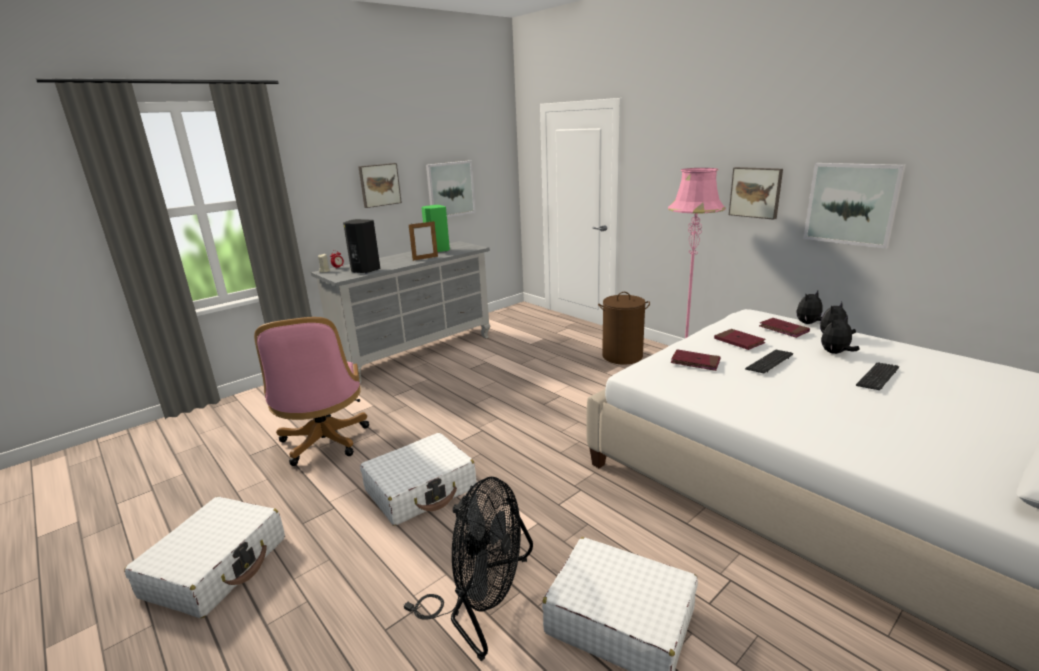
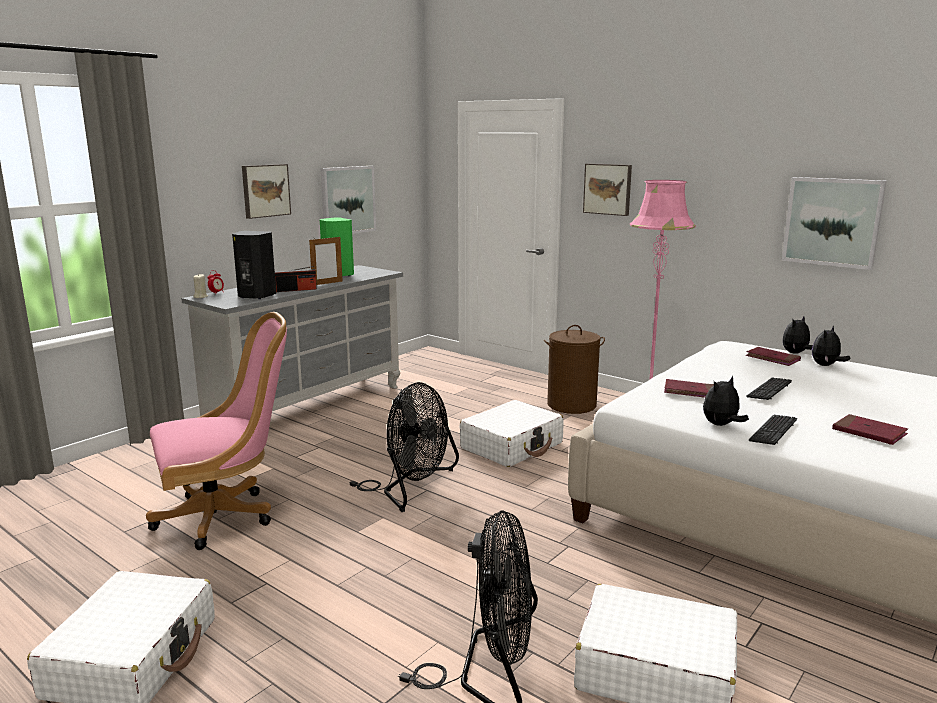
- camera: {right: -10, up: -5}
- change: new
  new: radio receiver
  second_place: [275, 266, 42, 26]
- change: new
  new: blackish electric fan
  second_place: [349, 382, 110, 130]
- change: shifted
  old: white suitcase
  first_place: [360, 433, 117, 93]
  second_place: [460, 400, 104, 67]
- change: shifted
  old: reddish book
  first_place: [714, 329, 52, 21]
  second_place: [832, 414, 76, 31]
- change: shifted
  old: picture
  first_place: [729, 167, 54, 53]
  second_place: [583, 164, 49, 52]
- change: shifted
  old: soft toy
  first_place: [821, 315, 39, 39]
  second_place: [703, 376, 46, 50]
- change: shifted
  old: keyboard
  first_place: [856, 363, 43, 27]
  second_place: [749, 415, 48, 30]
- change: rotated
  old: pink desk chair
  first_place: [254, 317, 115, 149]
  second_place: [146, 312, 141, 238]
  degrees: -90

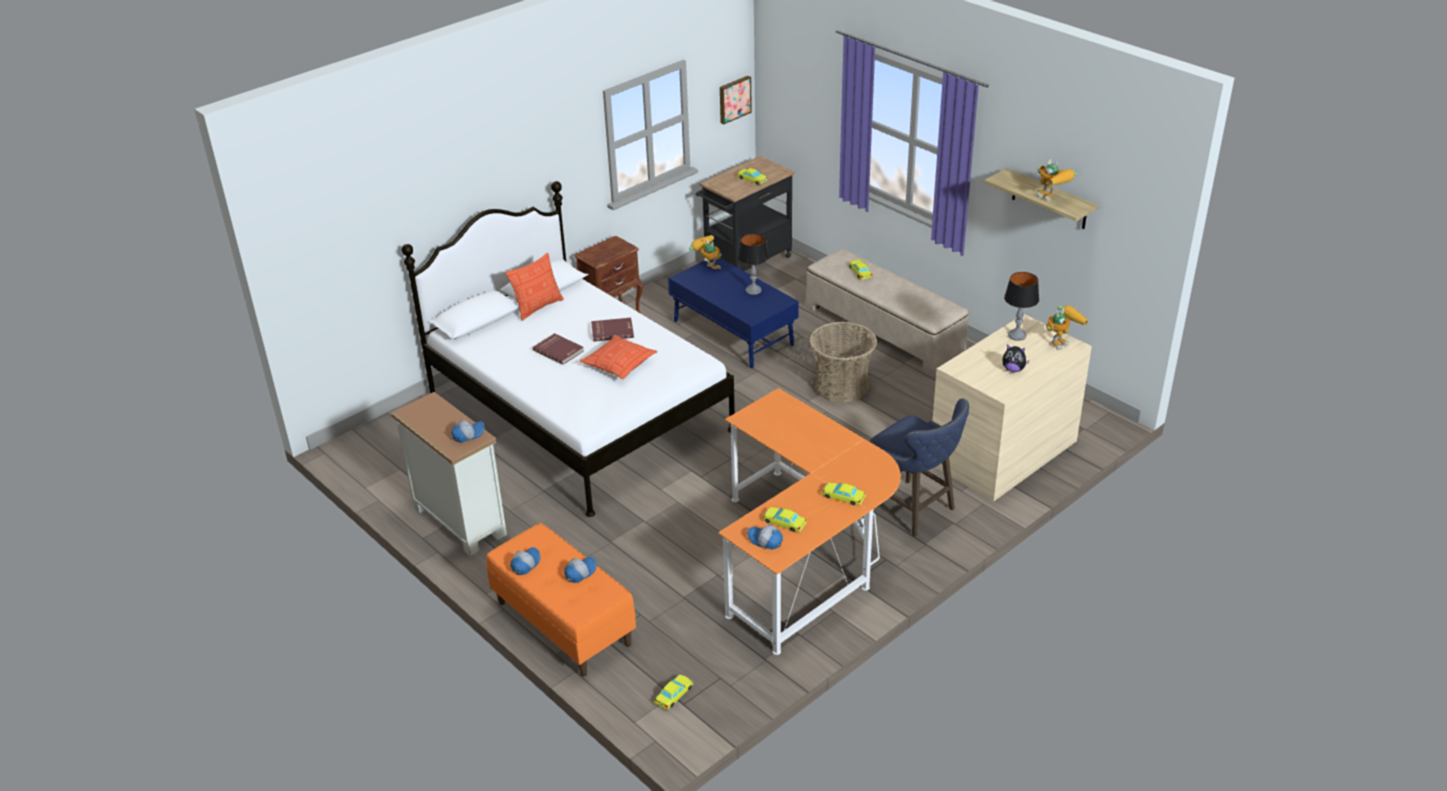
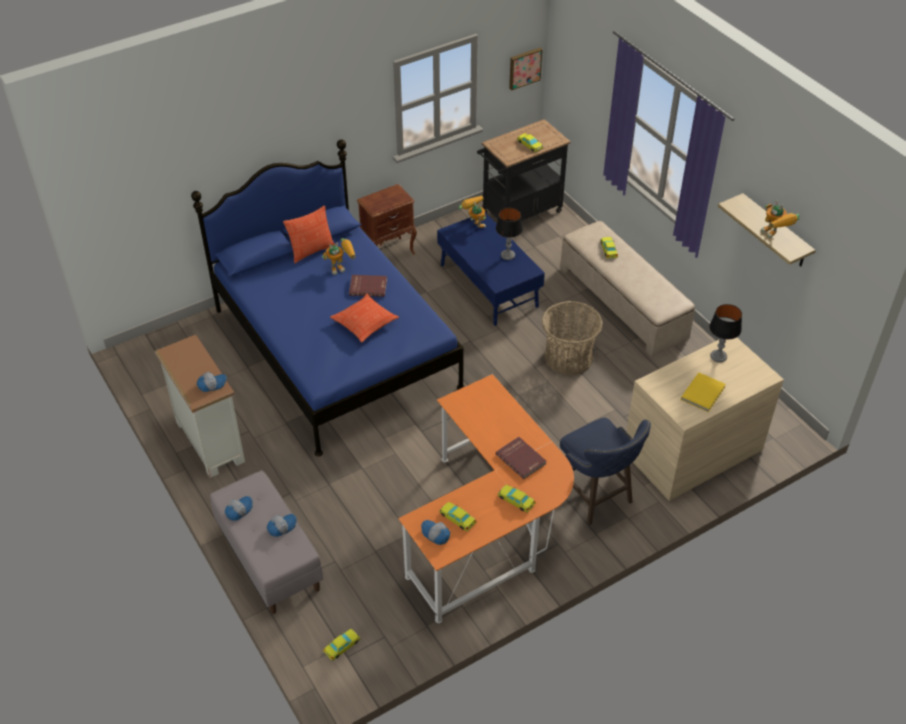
- camera: {right: 10, up: 10}
- change: shifted
  old: reddish book
  first_place: [533, 333, 51, 32]
  second_place: [496, 437, 50, 42]
- change: shifted
  old: model robot
  first_place: [1046, 305, 43, 45]
  second_place: [322, 238, 34, 37]
- change: swapped
  old: soft toy
  new: yellow-coloured book
  first_place: [1002, 345, 27, 27]
  second_place: [681, 373, 45, 39]
- change: repainted
  old: white bed
  new: bluish bed
  first_place: [402, 181, 333, 336]
  second_place: [191, 140, 274, 316]
- change: repainted
  old: orange long seat
  new: greyish long seat
  first_place: [486, 523, 150, 154]
  second_place: [210, 470, 113, 144]

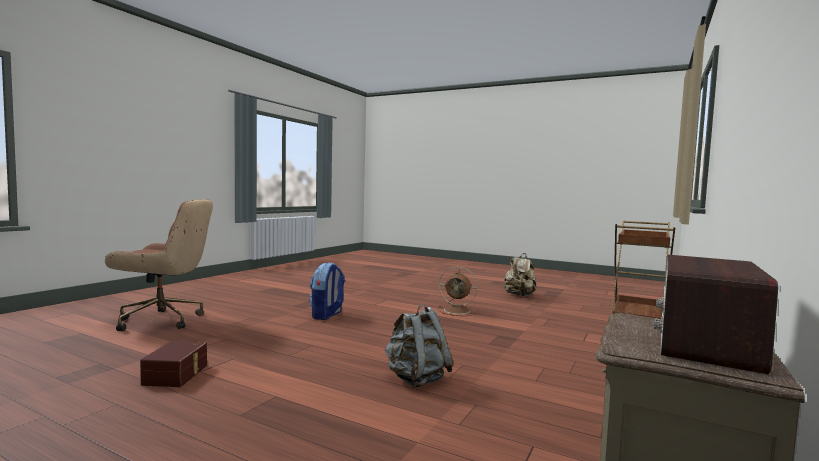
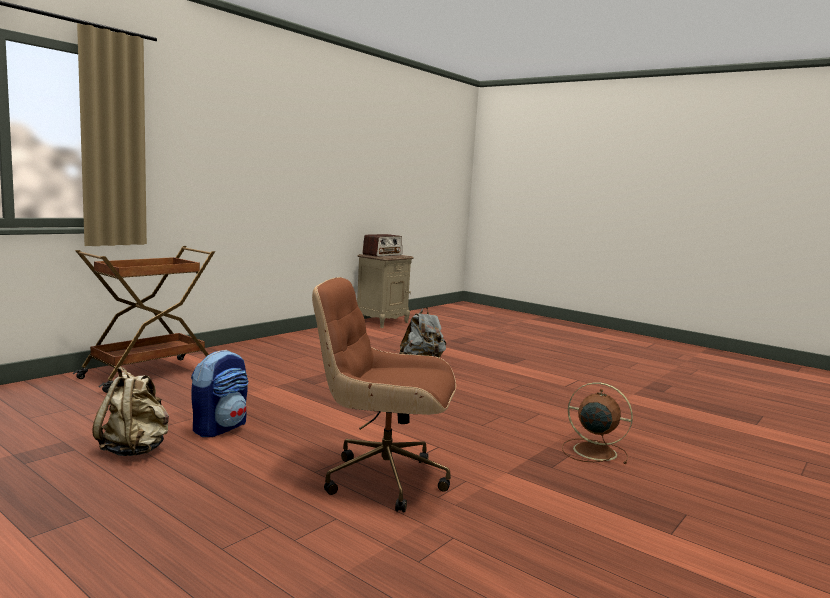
- camera: {right: -170, up: 5}
- change: gone
  old: brown storage box
  first_place: [140, 341, 67, 46]
- change: shifted
  old: brown desk chair
  first_place: [105, 199, 108, 132]
  second_place: [312, 277, 144, 235]
- change: shifted
  old: backpack
  first_place: [309, 263, 36, 57]
  second_place: [191, 350, 57, 87]
- change: shifted
  old: brown electric fan
  first_place: [438, 267, 40, 49]
  second_place: [562, 382, 71, 82]

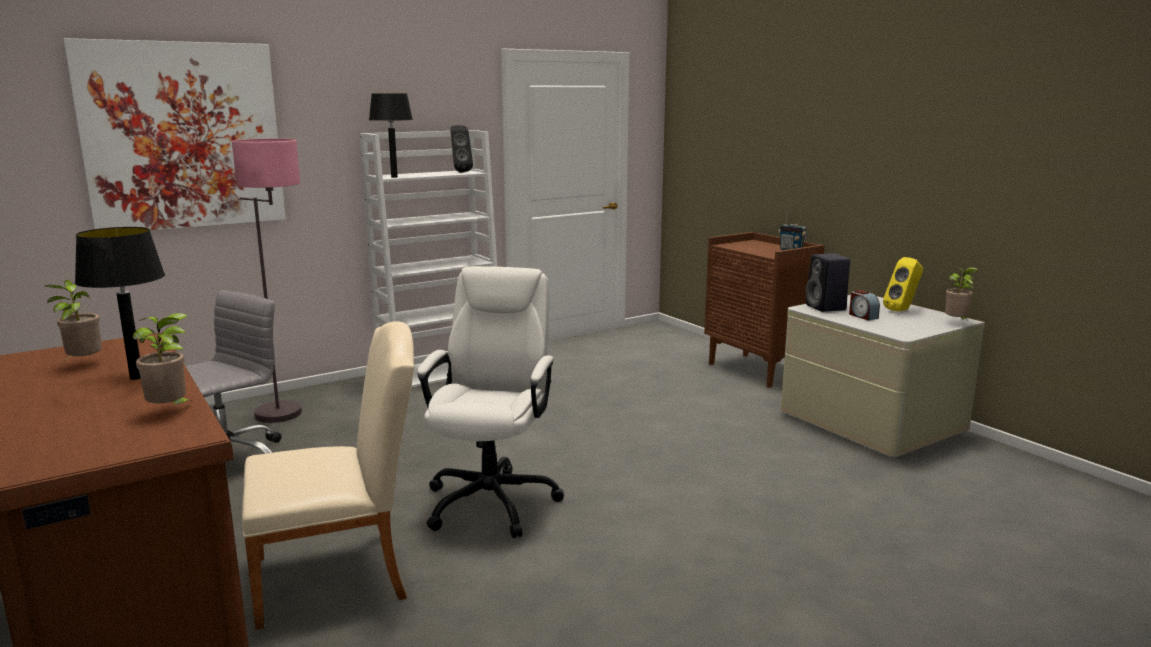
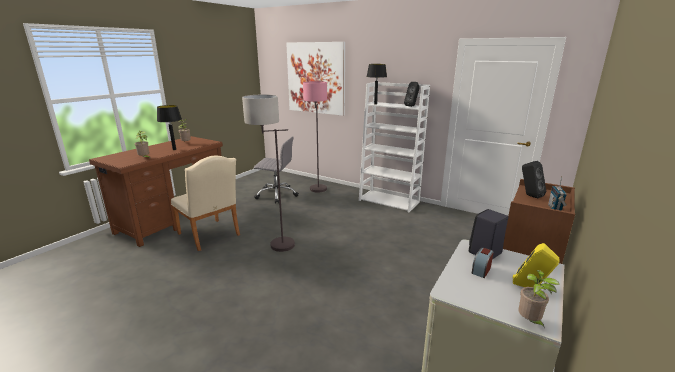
- camera: {right: 65, up: 5}
- change: new
  new: blackish audio speaker
  second_place: [522, 161, 24, 37]
- change: swapped
  old: white desk chair
  new: greyish standing lamp
  first_place: [417, 266, 147, 272]
  second_place: [242, 95, 53, 157]

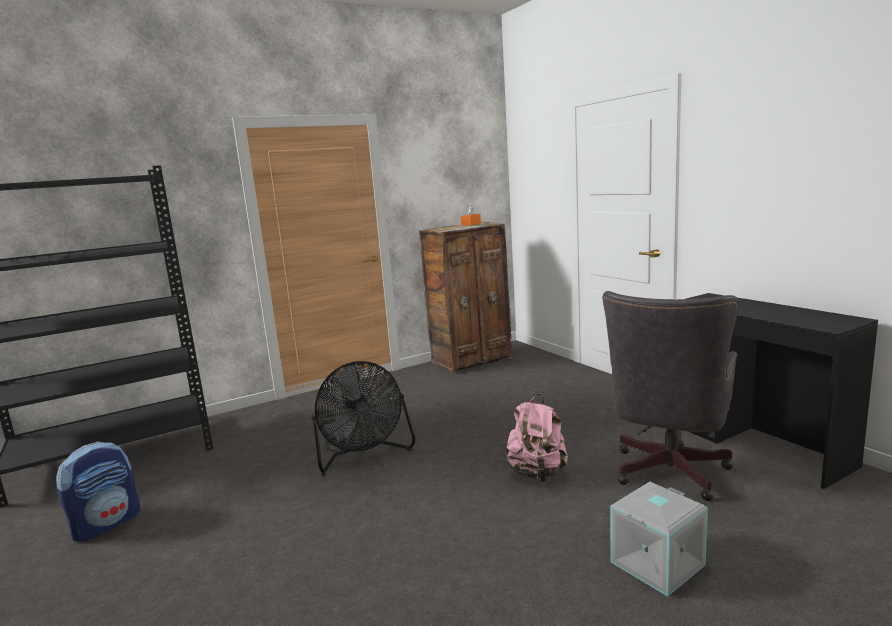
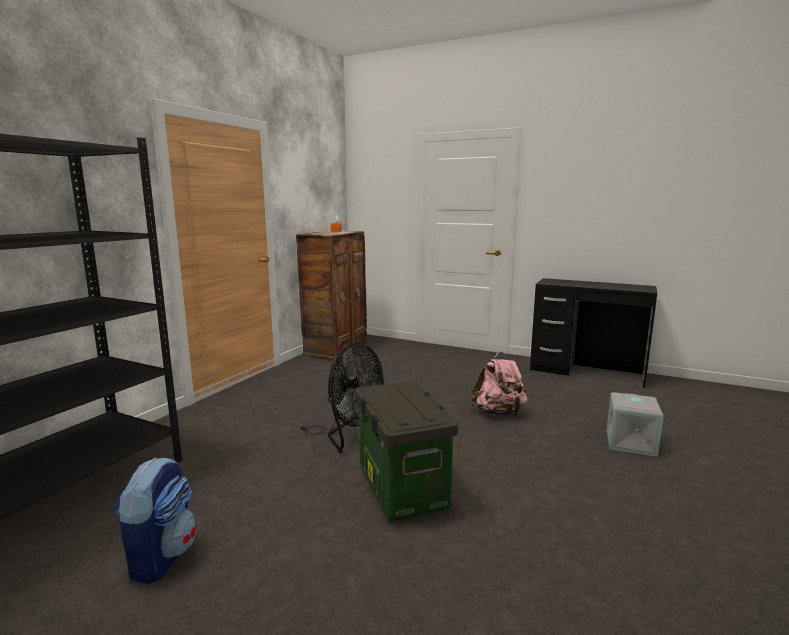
- camera: {right: -35, up: 0}
- change: gone
  old: greyish desk chair
  first_place: [603, 291, 136, 210]
- change: new
  new: storage box
  second_place: [355, 381, 103, 140]

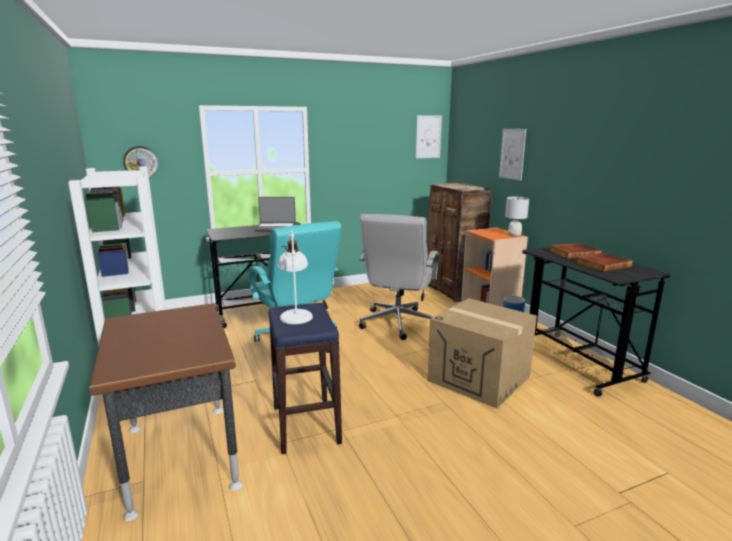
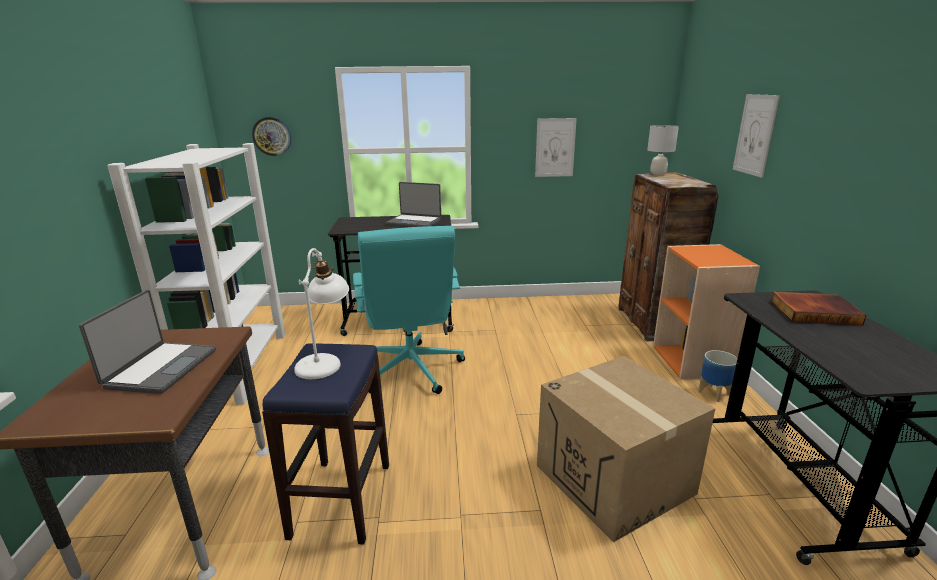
- camera: {right: 20, up: 5}
- change: gone
  old: greyish desk chair
  first_place: [359, 214, 80, 126]
- change: gone
  old: book
  first_place: [575, 252, 58, 20]
- change: new
  new: notebook computer
  second_place: [79, 290, 137, 104]
- change: shifted
  old: picture
  first_place: [416, 115, 26, 43]
  second_place: [535, 118, 42, 59]
- change: shifted
  old: greyish lamp for a table
  first_place: [505, 197, 24, 40]
  second_place: [647, 125, 32, 50]

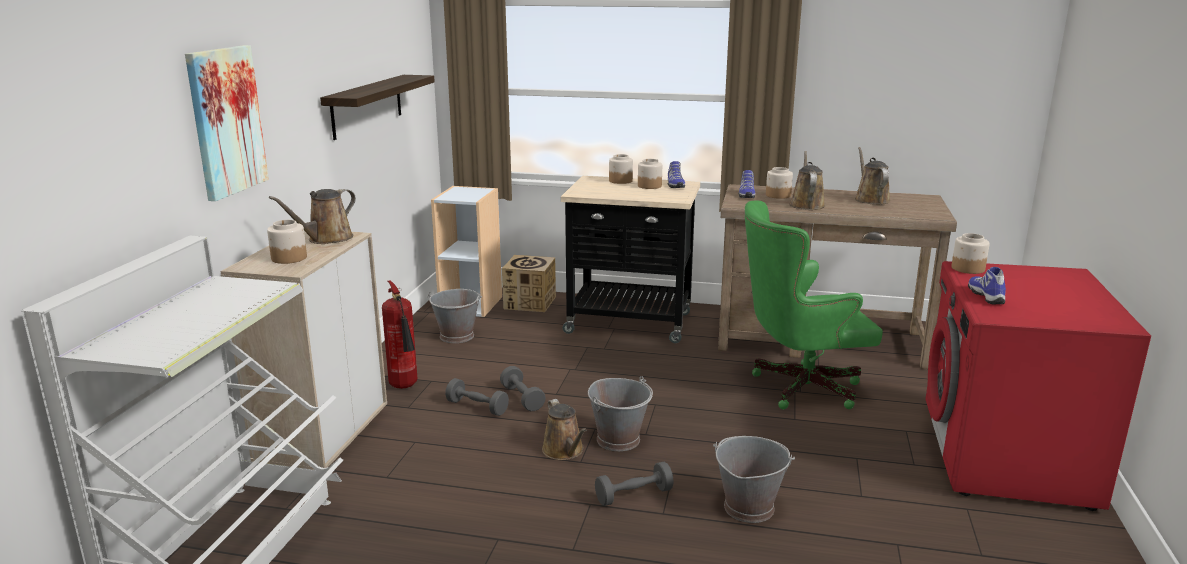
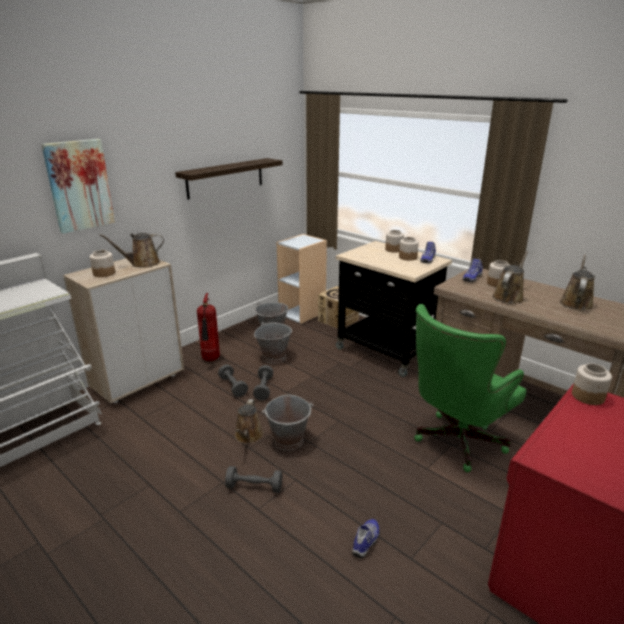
- camera: {right: 30, up: 5}
- change: shifted
  old: greyish bucket
  first_place: [713, 436, 82, 87]
  second_place: [254, 322, 38, 42]
- change: shifted
  old: low shoe
  first_place: [968, 267, 38, 38]
  second_place: [352, 519, 28, 39]
- change: rotated
  old: greenish desk chair
  first_place: [745, 201, 138, 208]
  second_place: [414, 304, 112, 168]
  degrees: -60

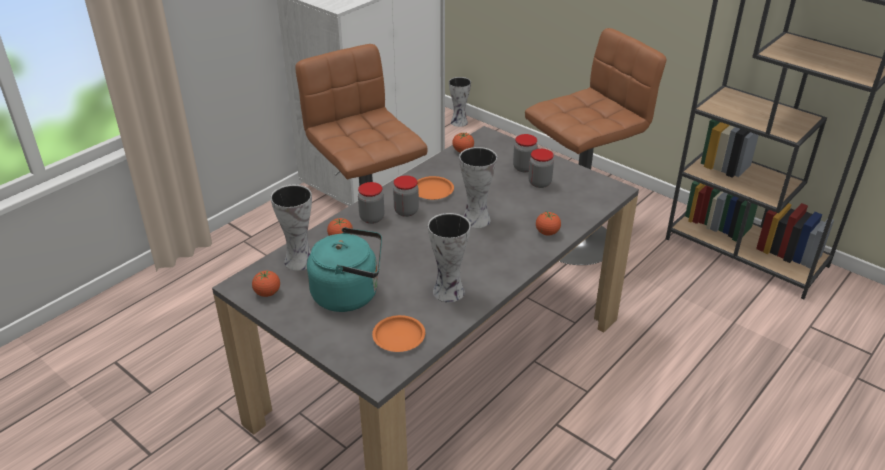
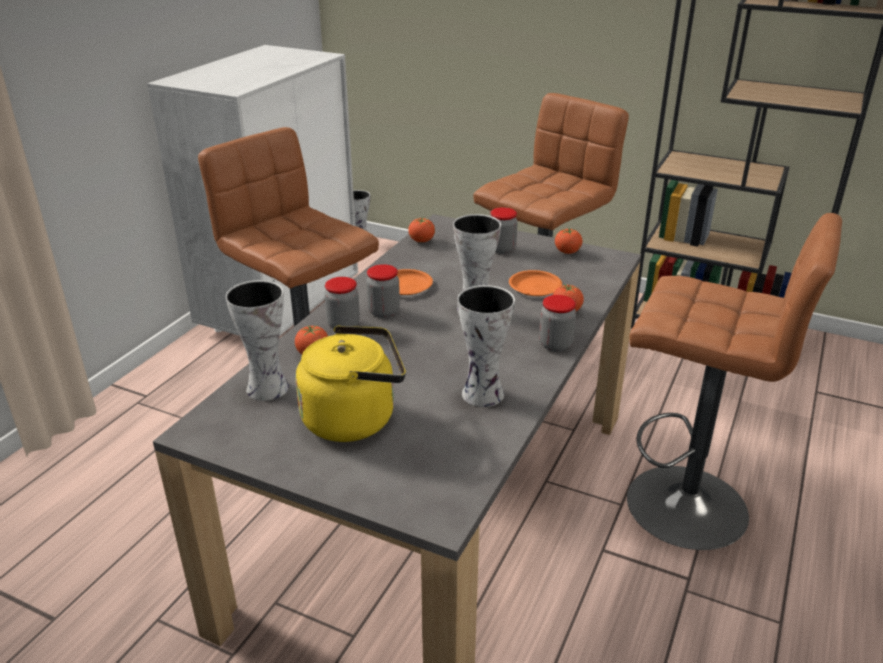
- camera: {right: -15, up: -5}
- change: new
  new: brown stool
  second_place: [627, 213, 215, 337]
- change: shifted
  old: tomato
  first_place: [252, 271, 28, 26]
  second_place: [555, 228, 27, 26]
- change: shifted
  old: orange plate
  first_place: [372, 315, 53, 37]
  second_place: [509, 270, 53, 26]
- change: shifted
  old: jar
  first_place: [528, 149, 26, 39]
  second_place: [539, 295, 37, 57]
- change: repainted
  old: turquoise-coloured tea kettle
  new: yellow-coloured tea kettle
  first_place: [307, 227, 75, 85]
  second_place: [295, 326, 111, 116]

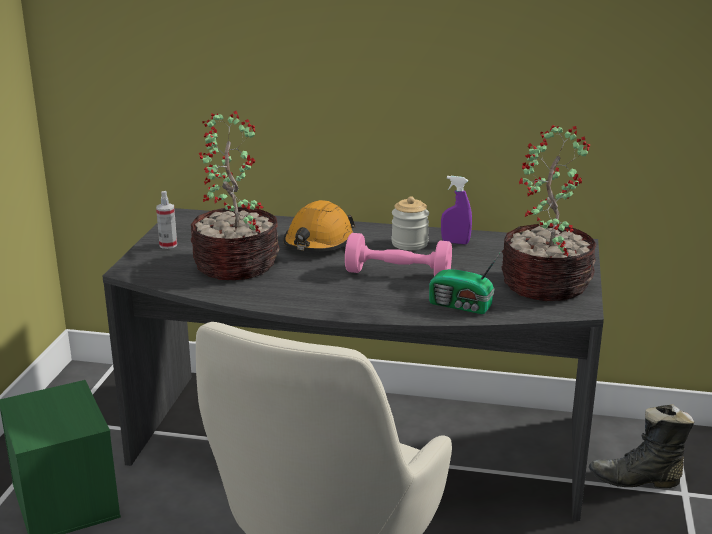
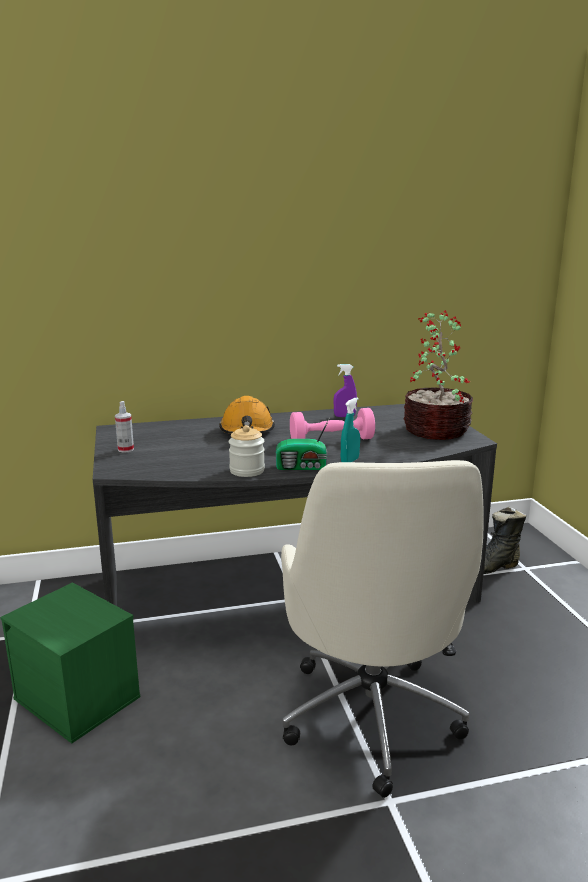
- camera: {right: -25, up: -5}
- change: gone
  old: plant in a pot
  first_place: [191, 111, 89, 169]
- change: new
  new: turquoise-coloured hand sprayer
  second_place: [341, 397, 19, 65]
- change: shifted
  old: jar
  first_place: [391, 196, 38, 54]
  second_place: [229, 425, 36, 52]
- change: shifted
  old: radio receiver
  first_place: [429, 252, 72, 62]
  second_place: [276, 417, 54, 53]

